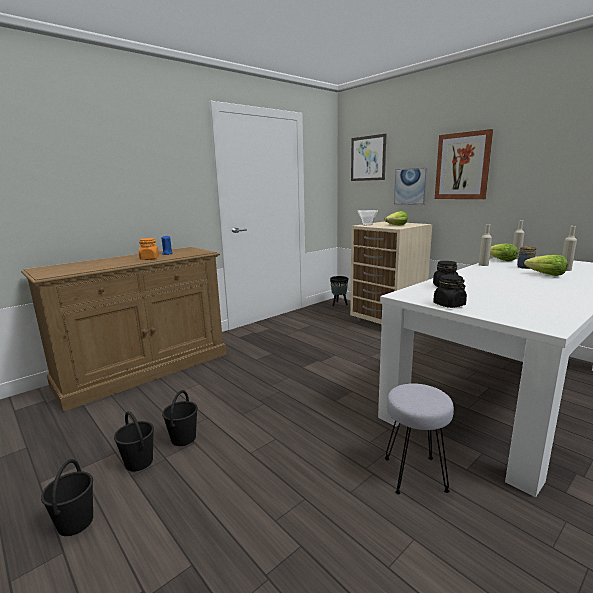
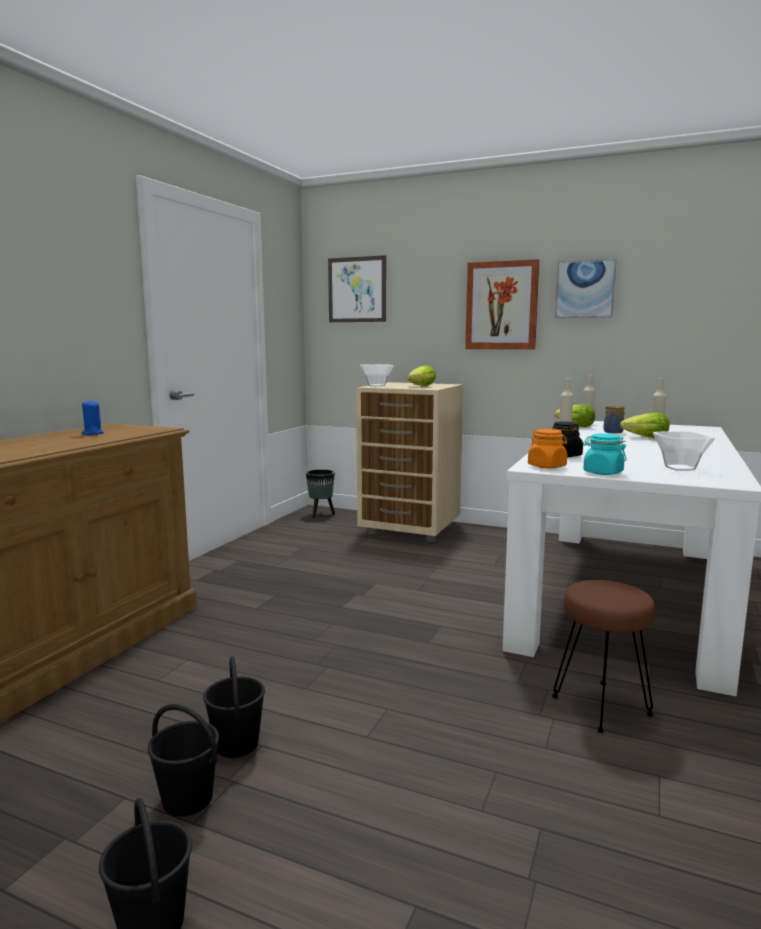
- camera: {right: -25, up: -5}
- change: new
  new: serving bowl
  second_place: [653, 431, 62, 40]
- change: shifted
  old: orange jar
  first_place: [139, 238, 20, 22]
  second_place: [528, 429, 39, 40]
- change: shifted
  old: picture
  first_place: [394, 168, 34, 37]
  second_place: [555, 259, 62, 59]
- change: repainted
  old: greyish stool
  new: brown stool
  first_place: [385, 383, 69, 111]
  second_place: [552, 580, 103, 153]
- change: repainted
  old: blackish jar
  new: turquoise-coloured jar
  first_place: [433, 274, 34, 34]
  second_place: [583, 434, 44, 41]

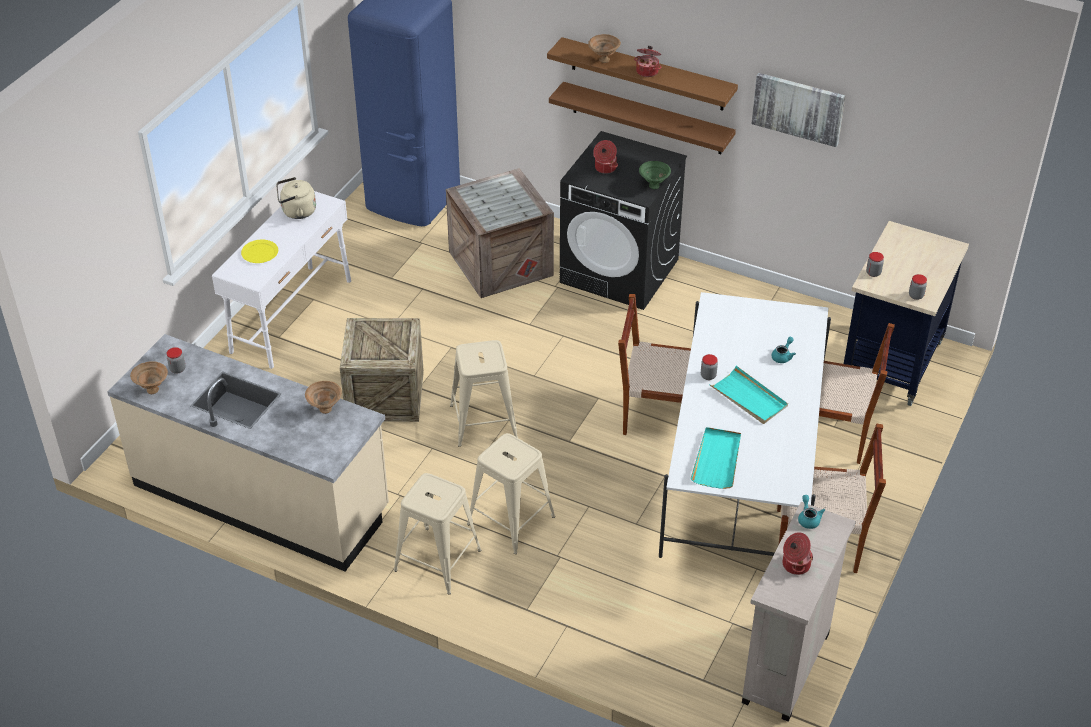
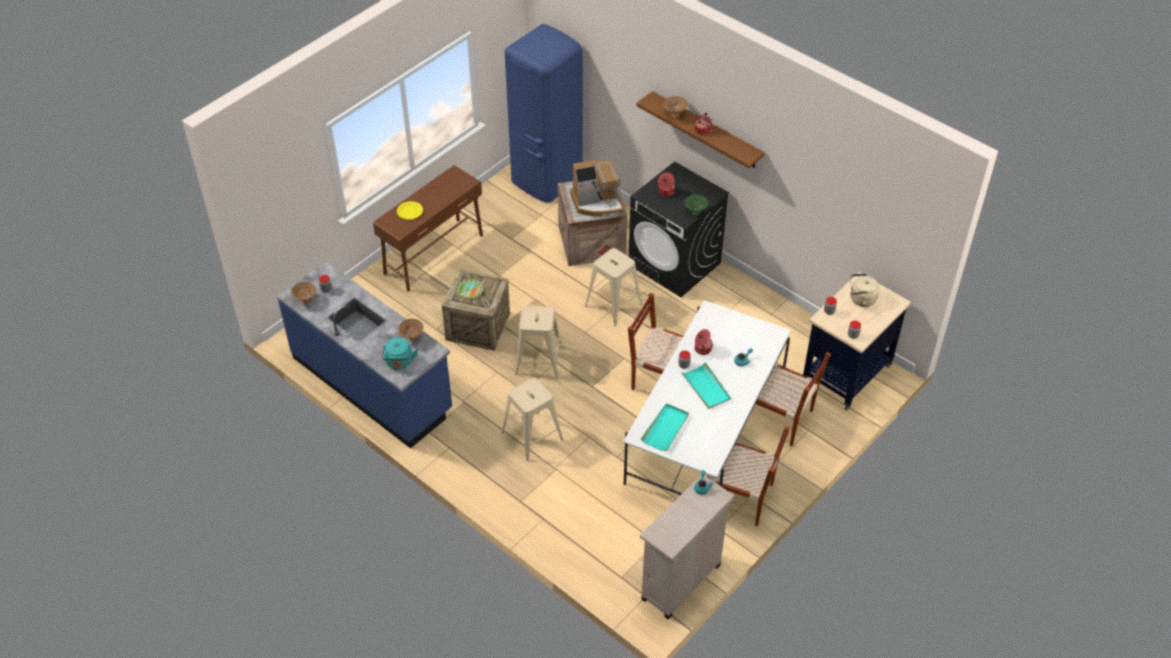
- camera: {right: 15, up: 5}
- change: gone
  old: brown wall shelf
  first_place: [549, 82, 187, 72]
- change: gone
  old: picture
  first_place: [751, 73, 95, 74]
- change: new
  new: turquoise-coloured tea kettle
  second_place: [382, 337, 36, 33]
- change: new
  new: plate
  second_place: [455, 278, 29, 21]
- change: new
  new: coffee brewer
  second_place: [570, 158, 54, 58]
- change: shifted
  old: beige-coloured tea kettle
  first_place: [276, 177, 40, 42]
  second_place: [850, 274, 29, 33]
- change: shifted
  old: beige-coloured stool
  first_place: [394, 473, 87, 122]
  second_place: [585, 248, 57, 78]
- change: shifted
  old: saucepot
  first_place: [783, 532, 30, 43]
  second_place: [695, 329, 18, 26]
- change: repainted
  old: beige-coloured kitchen counter
  new: bluish kitchen counter
  first_place: [107, 334, 282, 237]
  second_place: [277, 262, 175, 186]
- change: repainted
  old: white narrow table
  new: brown narrow table
  first_place: [212, 191, 139, 178]
  second_place: [373, 165, 110, 127]

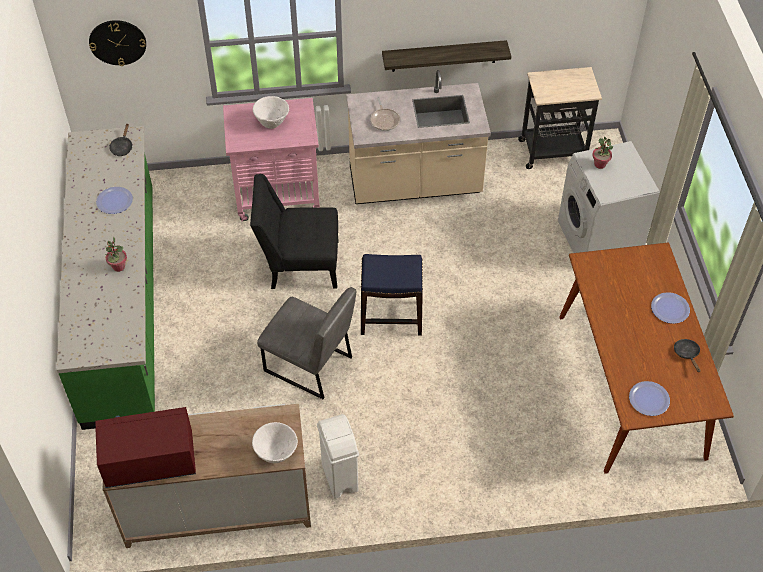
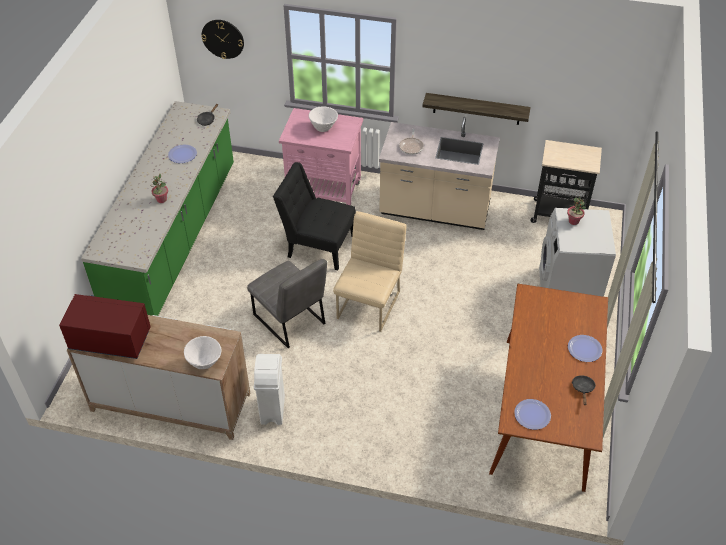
- camera: {right: 20, up: -5}
- change: swapped
  old: stool
  new: beige-coloured plain chair
  first_place: [361, 254, 62, 82]
  second_place: [333, 211, 73, 121]

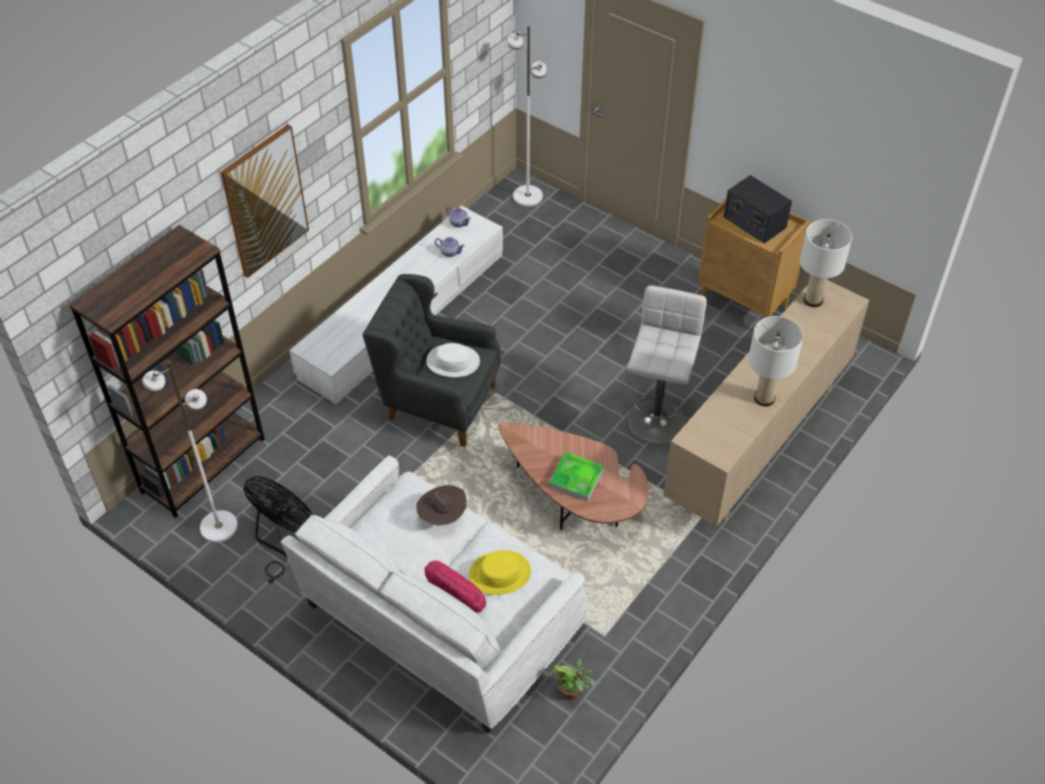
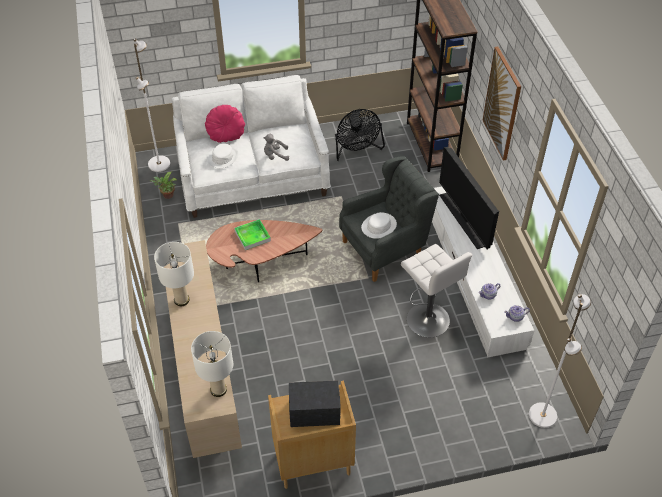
- camera: {right: 130, up: 0}
- change: new
  new: TV
  second_place: [439, 147, 60, 103]
- change: shifted
  old: white standing lamp
  first_place: [142, 361, 96, 182]
  second_place: [134, 38, 36, 134]
- change: shifted
  old: white stool
  first_place: [627, 285, 80, 158]
  second_place: [401, 244, 72, 93]
- change: swapped
  old: brown wearable hat
  new: greyish soft toy
  first_place: [416, 485, 51, 41]
  second_place: [263, 134, 26, 27]
- change: repainted
  old: yellow-coloured wearable hat
  new: white wearable hat
  first_place: [469, 550, 62, 45]
  second_place: [207, 143, 32, 25]

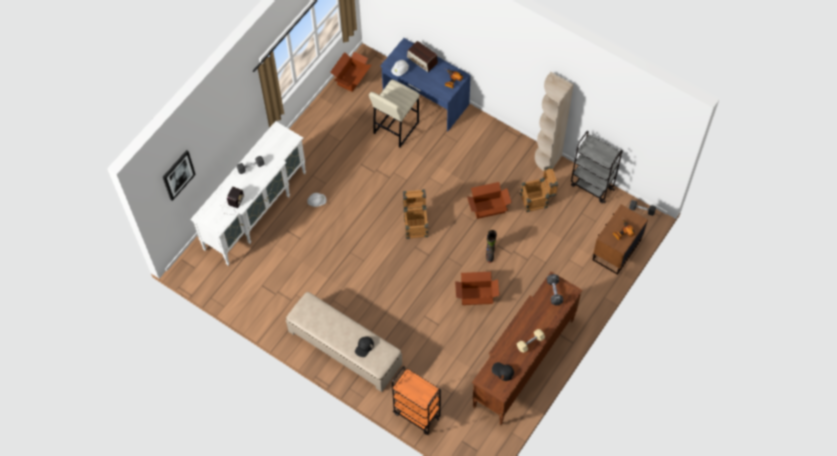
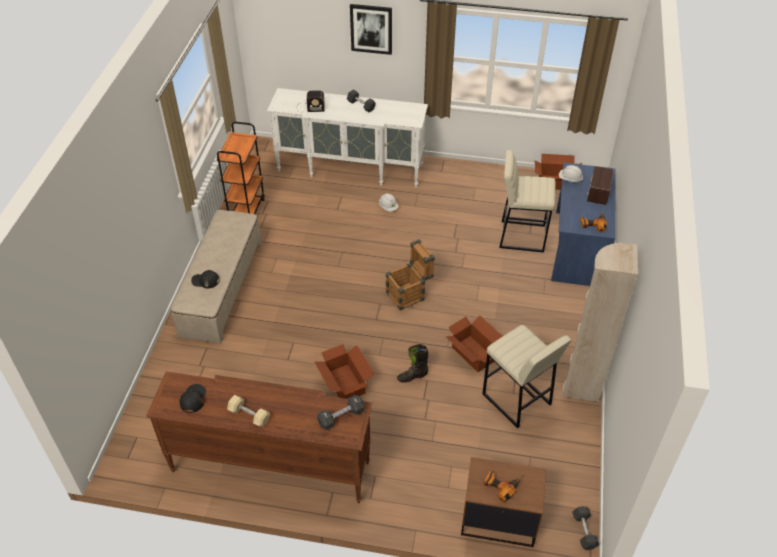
- camera: {right: 65, up: -15}
- change: gone
  old: greyish trolley
  first_place: [571, 131, 52, 72]
- change: shifted
  old: picture
  first_place: [163, 150, 33, 51]
  second_place: [350, 4, 42, 51]
- change: shifted
  old: orange trolley
  first_place: [392, 366, 49, 69]
  second_place: [217, 122, 48, 92]
- change: swapped
  old: crate
  new: beige-coloured stool
  first_place: [520, 165, 38, 47]
  second_place: [482, 325, 90, 103]

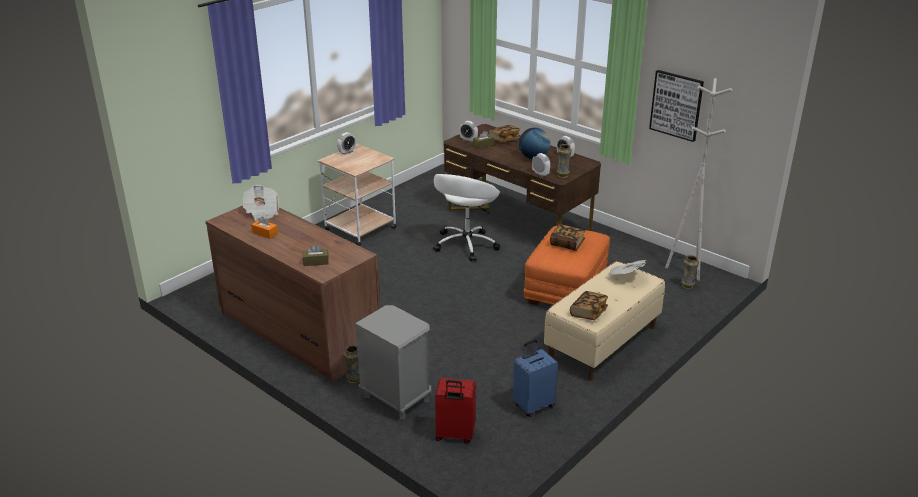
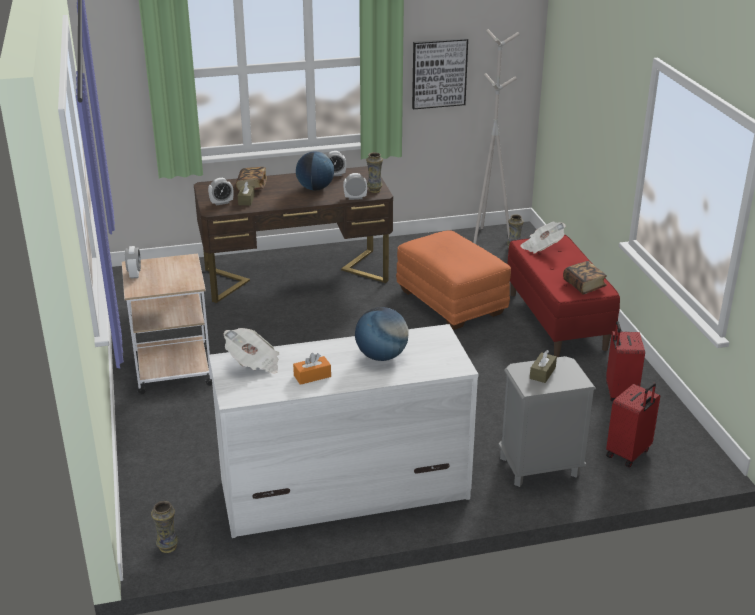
- camera: {right: -55, up: 0}
- change: gone
  old: white desk chair
  first_place: [433, 174, 67, 87]
- change: gone
  old: book
  first_place: [550, 224, 35, 27]
- change: new
  new: world globe
  second_place: [355, 307, 54, 54]
- change: shifted
  old: brown tissue box
  first_place: [303, 244, 26, 22]
  second_place: [530, 350, 27, 33]
- change: shifted
  old: flower vase
  first_place: [344, 345, 16, 39]
  second_place: [151, 501, 27, 52]
- change: repainted
  old: brown chest of drawers
  new: white chest of drawers
  first_place: [206, 206, 174, 176]
  second_place: [209, 324, 269, 214]
- change: repainted
  old: bluish suitcase
  new: reddish suitcase
  first_place: [513, 339, 45, 78]
  second_place: [606, 321, 39, 80]
- change: repainted
  old: beige-coloured long seat
  new: reddish long seat
  first_place: [544, 261, 121, 120]
  second_place: [507, 235, 113, 122]

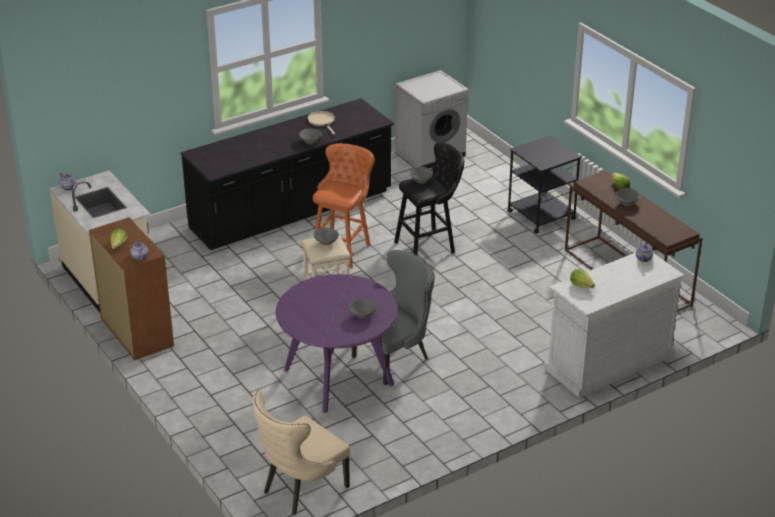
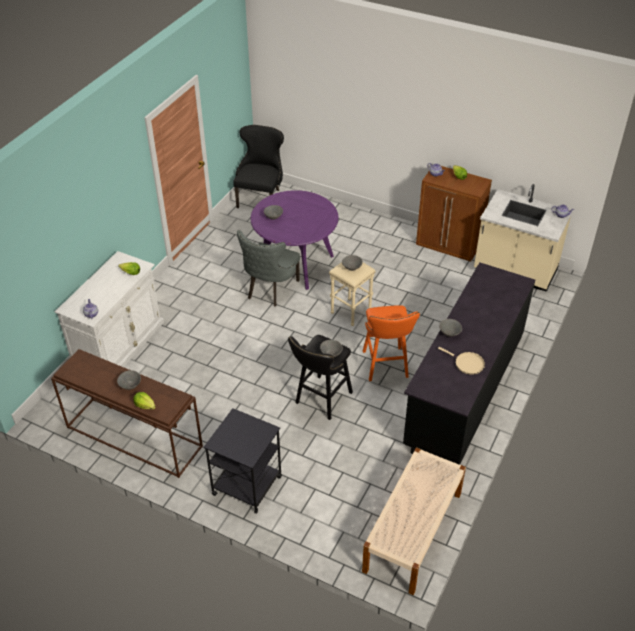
- camera: {right: 150, up: 10}
- change: swapped
  old: white washing machine
  new: beige-coloured long seat
  first_place: [395, 70, 74, 98]
  second_place: [362, 447, 104, 148]
- change: repainted
  old: beige-coloured plain chair
  new: blackish plain chair
  first_place: [253, 390, 97, 125]
  second_place: [233, 125, 51, 83]

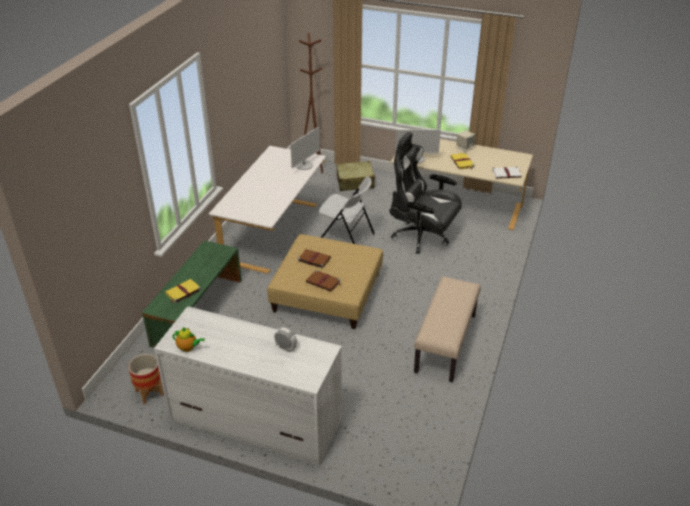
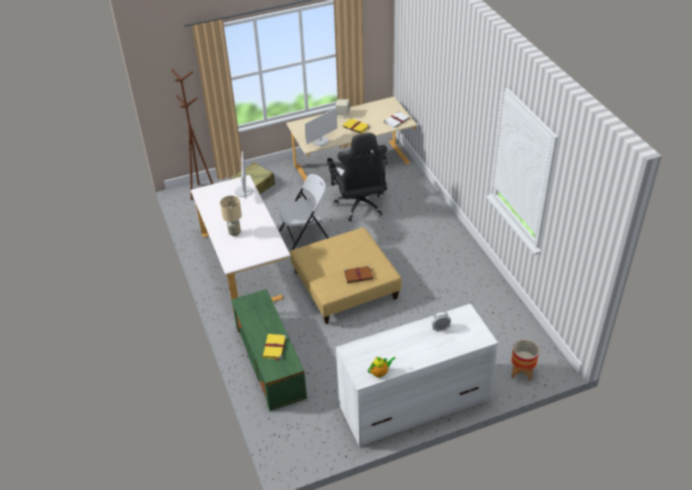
- camera: {right: -40, up: 5}
- change: gone
  old: brown book
  first_place: [298, 249, 33, 20]
- change: gone
  old: beige-coloured long seat
  first_place: [414, 277, 67, 106]
- change: new
  new: beige-coloured lamp for a table
  second_place: [220, 196, 22, 40]
- change: shifted
  old: planter
  first_place: [128, 354, 36, 50]
  second_place: [511, 339, 28, 42]
- change: rotated
  old: blackish desk chair
  first_place: [389, 132, 73, 122]
  second_place: [327, 133, 61, 89]
  degrees: -90

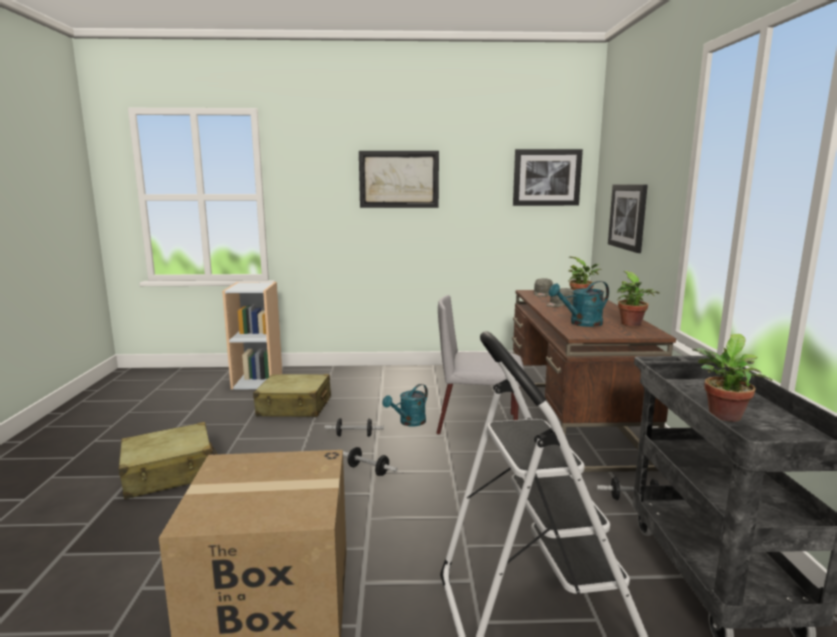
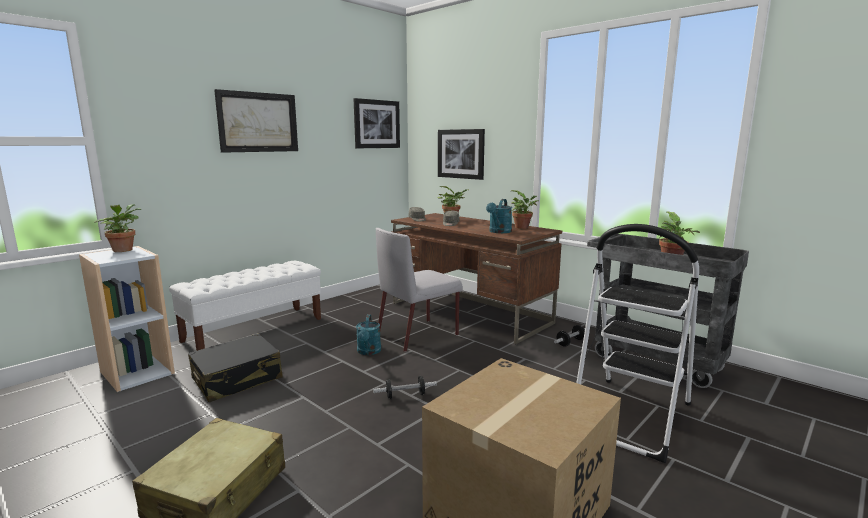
- camera: {right: -45, up: 0}
- change: gone
  old: dumbbell
  first_place: [325, 418, 59, 19]
- change: new
  new: plant in a pot
  second_place: [94, 204, 47, 48]
- change: new
  new: white long seat
  second_place: [169, 261, 152, 90]
- change: repainted
  old: beige-coloured suitcase
  new: blackish suitcase
  first_place: [253, 374, 78, 43]
  second_place: [188, 333, 95, 69]

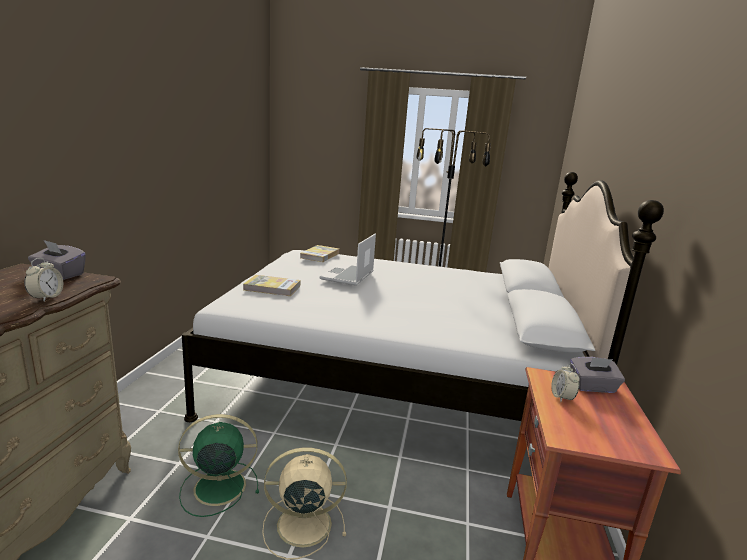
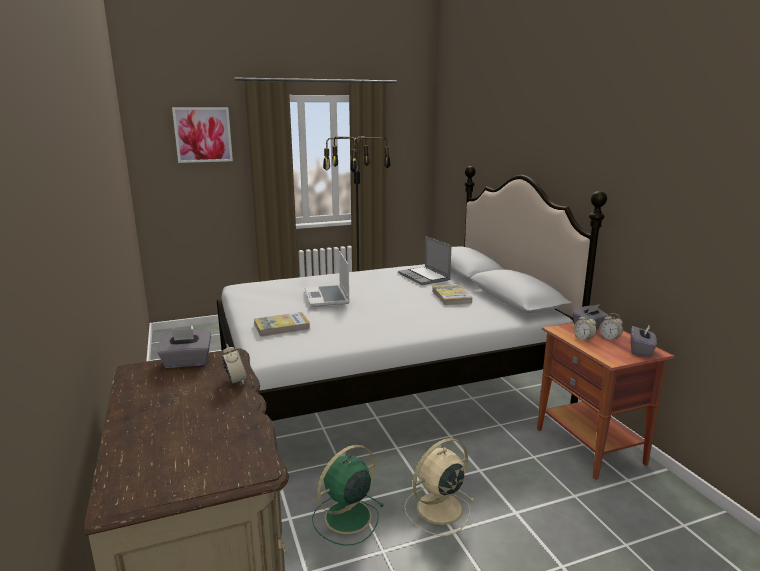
- camera: {right: -30, up: 0}
- change: new
  new: picture
  second_place: [172, 107, 61, 56]
- change: new
  new: notebook computer
  second_place: [398, 236, 54, 49]
- change: new
  new: alarm clock
  second_place: [599, 313, 24, 29]
- change: new
  new: greyish tissue box
  second_place: [631, 324, 26, 33]
- change: shifted
  old: book
  first_place: [300, 245, 39, 17]
  second_place: [432, 284, 40, 21]

